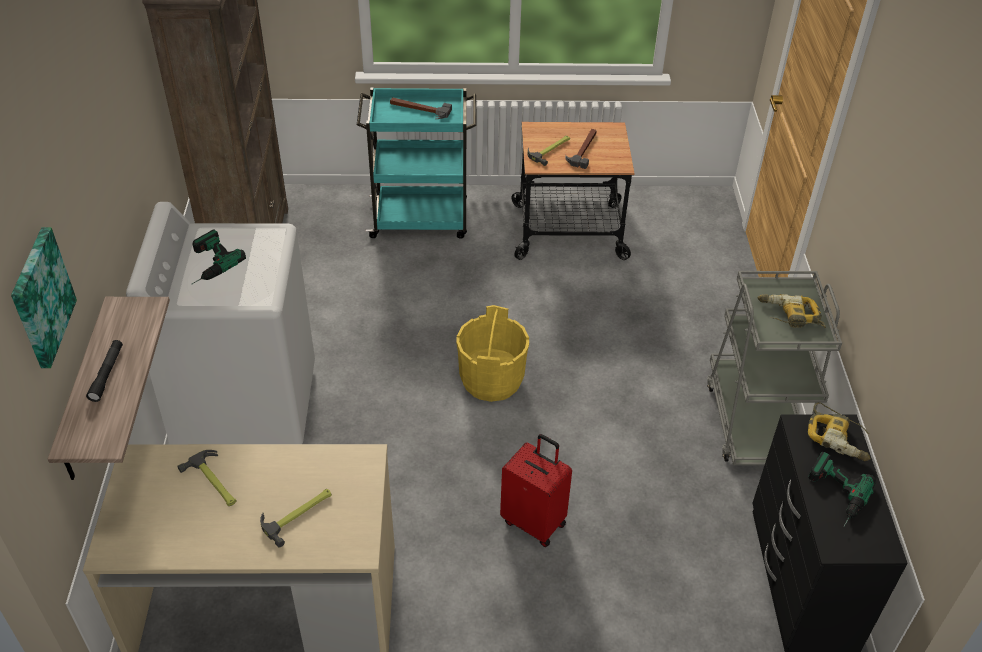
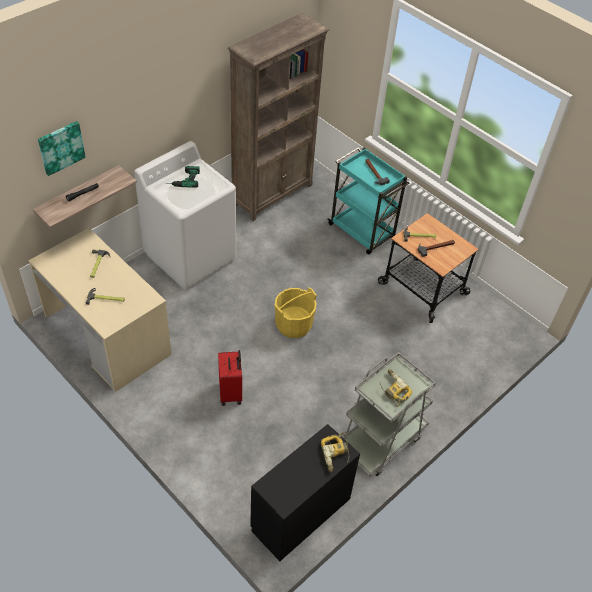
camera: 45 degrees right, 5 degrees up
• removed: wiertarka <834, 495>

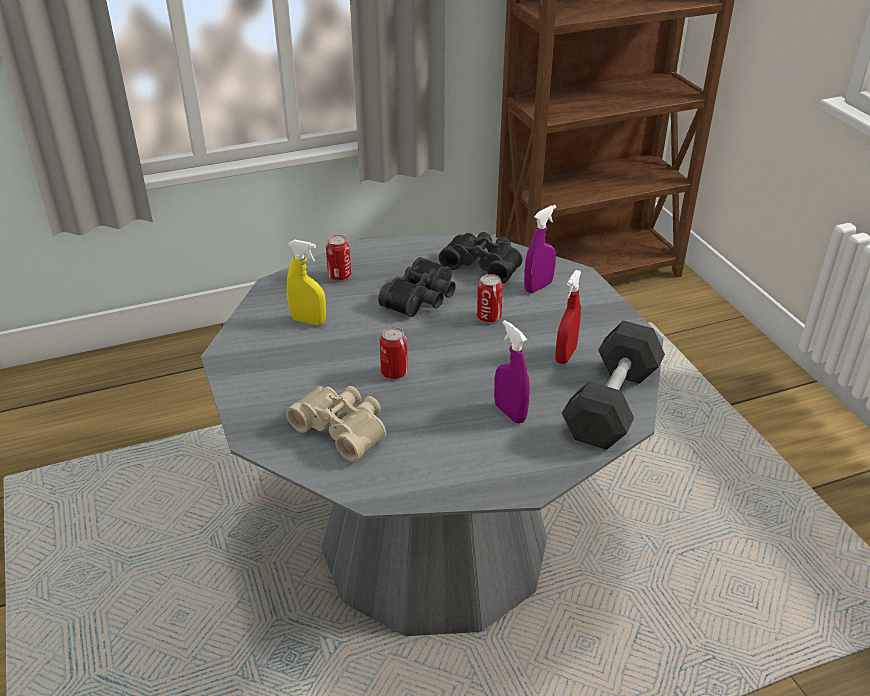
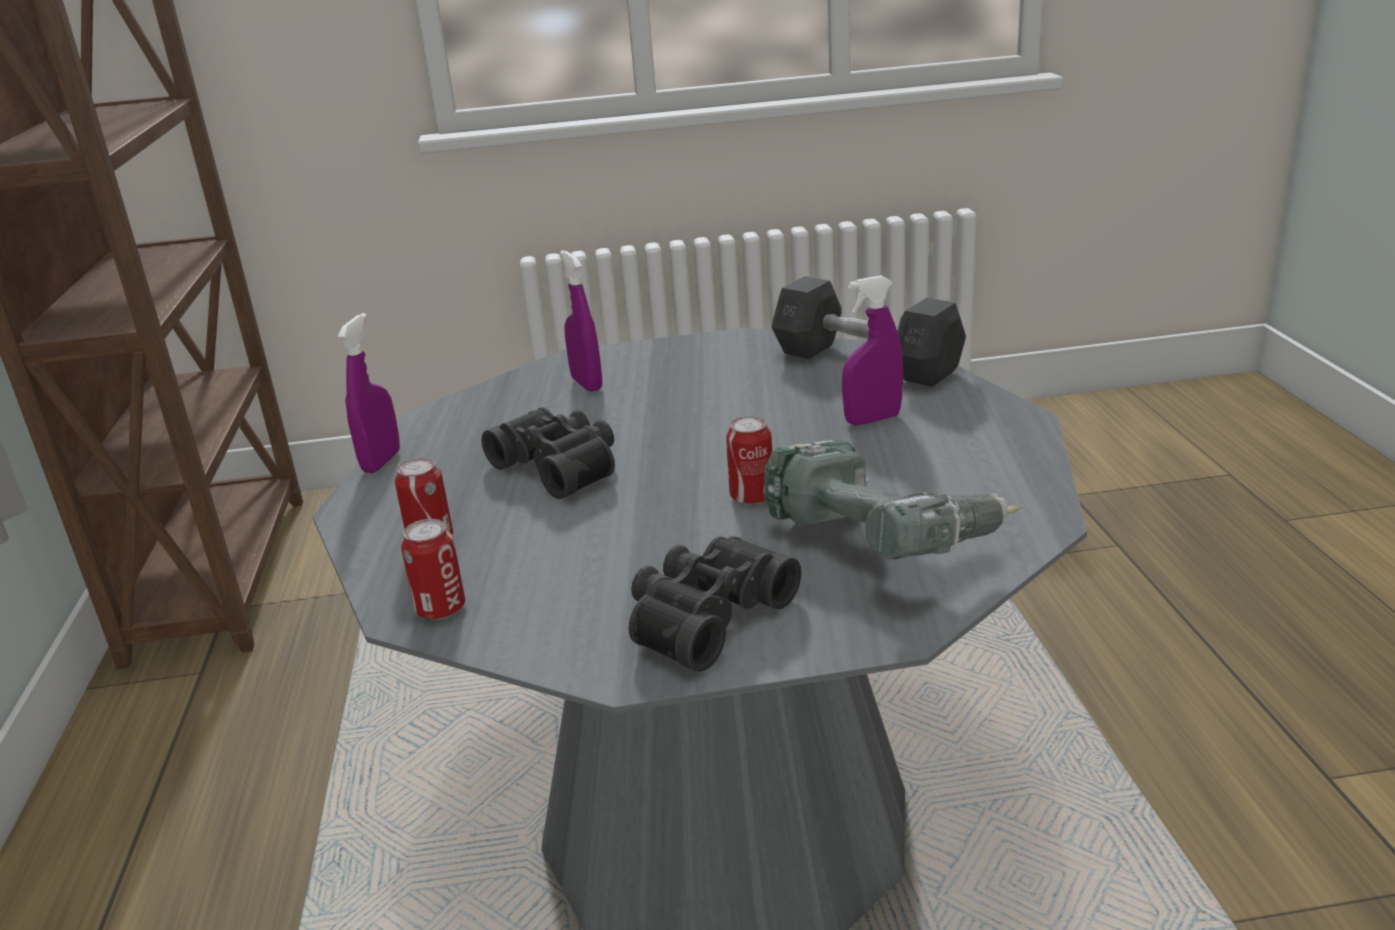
camera: 75 degrees left, 10 degrees down
• removed: spryskiwacz (żółty) <308, 321>
• removed: spryskiwacz (czerwony) <565, 355>
• added: spryskiwacz (fioletowy) <381, 462>
• moved: lornetka (czarny) <483, 264> to <704, 617>
• moved: puszka <489, 317> to <440, 608>
• replaced: lornetka (beżowy) <343, 428> to wiertarka <885, 542>

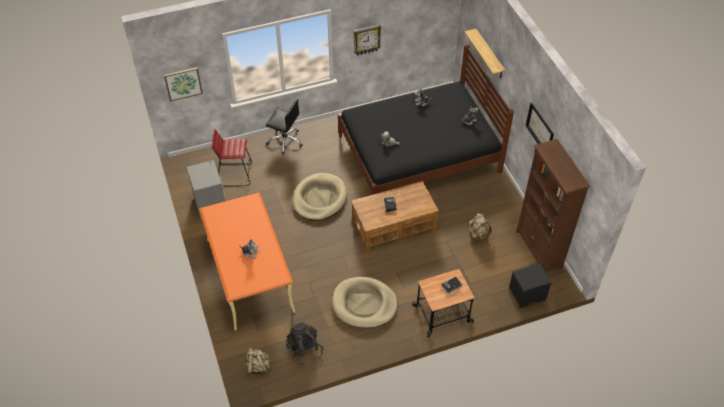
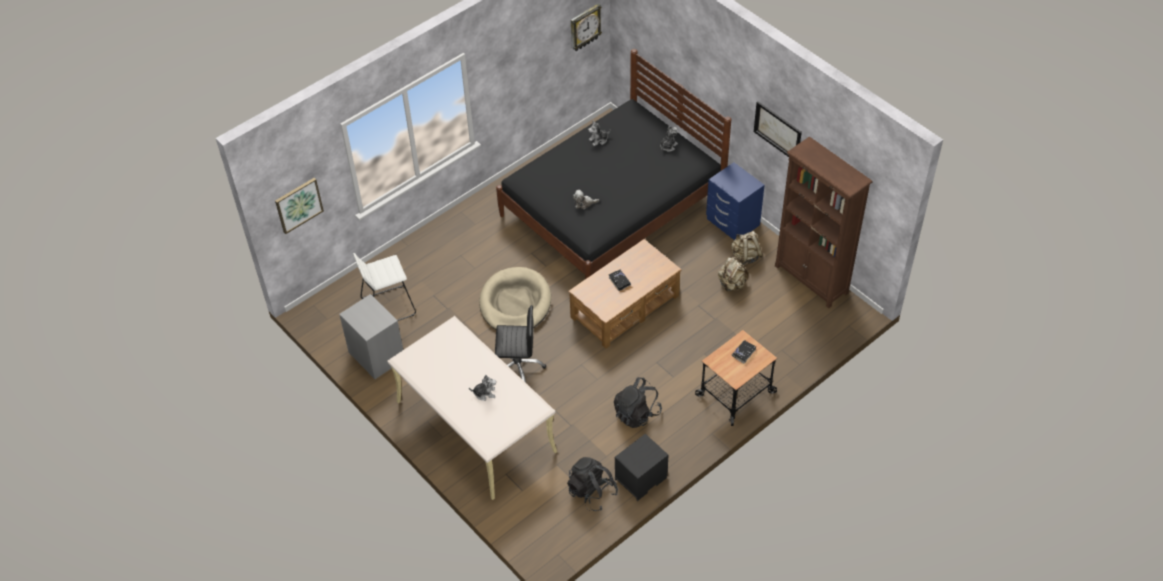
camera: 20 degrees left, 0 degrees up
• removed: półka <489, 54>
• added: szafka nocna (niebieski) <732, 222>
• moved: plecak (beżowy) <258, 367> to <745, 256>
• moved: krzesło biurowe (czarny) <285, 141> to <518, 367>
• moved: zegar ścienny <366, 39> to <584, 27>
• moved: szafka nocna (czarny) <526, 295> to <640, 480>
• replaced: legowisko (beżowy) <364, 304> to plecak (czarny) <637, 413>
• recoloured: biurko (pomarańczowy) <249, 274> to biurko (beżowy) <475, 426>
• recoloured: stołek (czerwony) <235, 174> to stołek (biały) <388, 306>

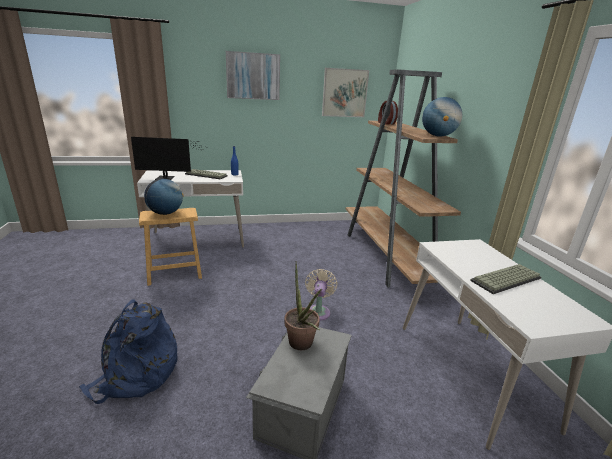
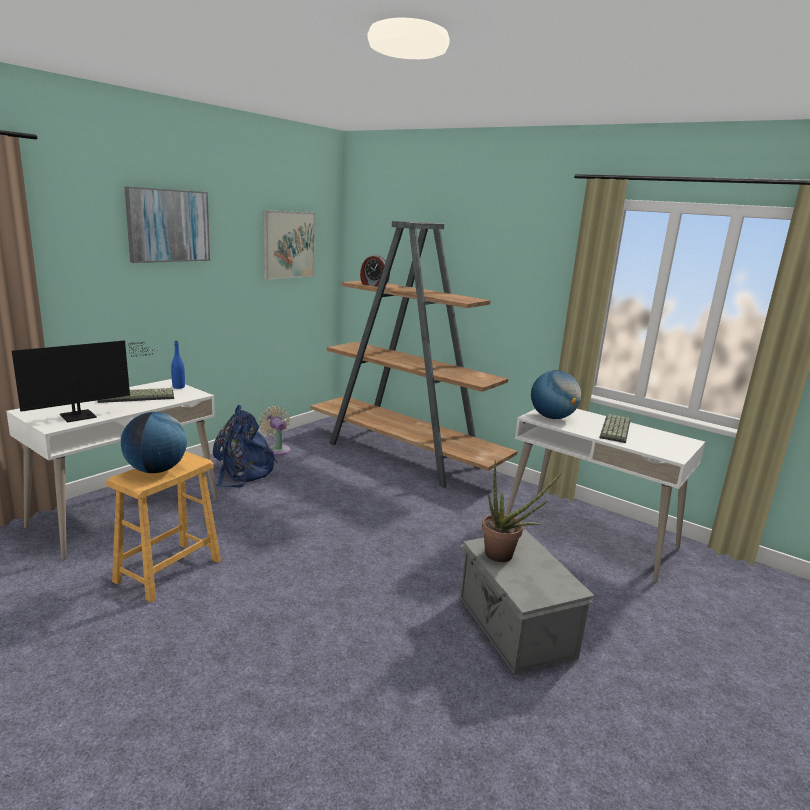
camera: 40 degrees left, 5 degrees down
• moved: plecak (niebieski) <136, 374> to <242, 472>
• moved: wentylator (beżowy) <318, 311> to <277, 449>
• moved: globus <438, 136> to <552, 417>

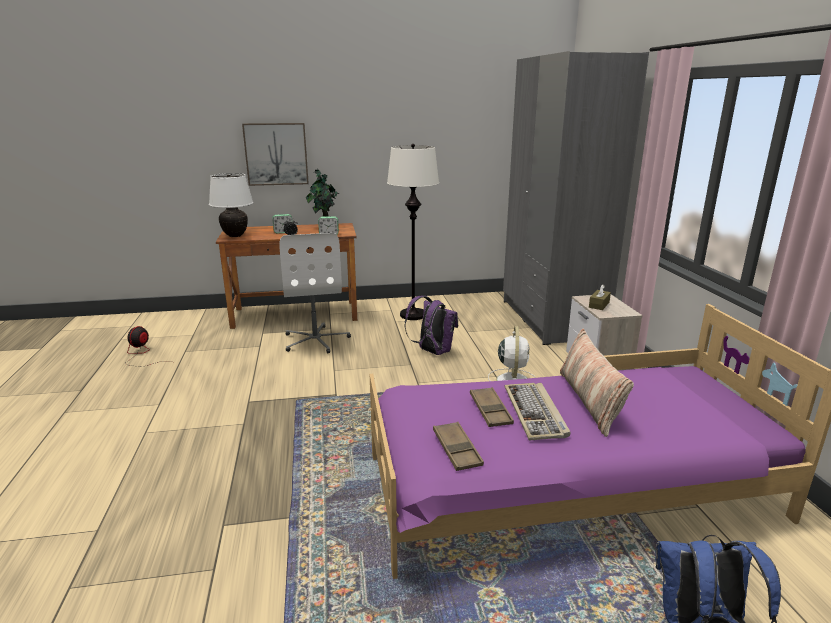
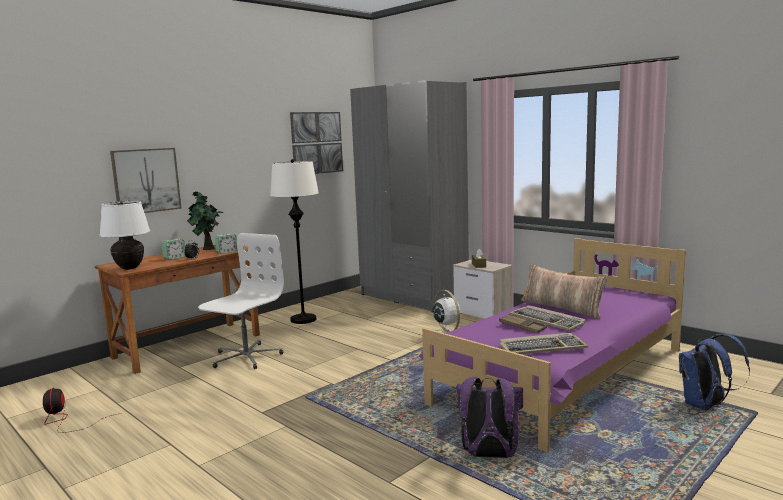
camera: 35 degrees left, 10 degrees down
• added: obraz <316, 143>
• moved: plecak (fioletowy) <432, 351> to <488, 455>
• replaced: taca (brązowy) <457, 450> to klawiatura <542, 347>
• turned: krzesło biurowe (biały) <316, 340> = <245, 357> 105 degrees counterclockwise

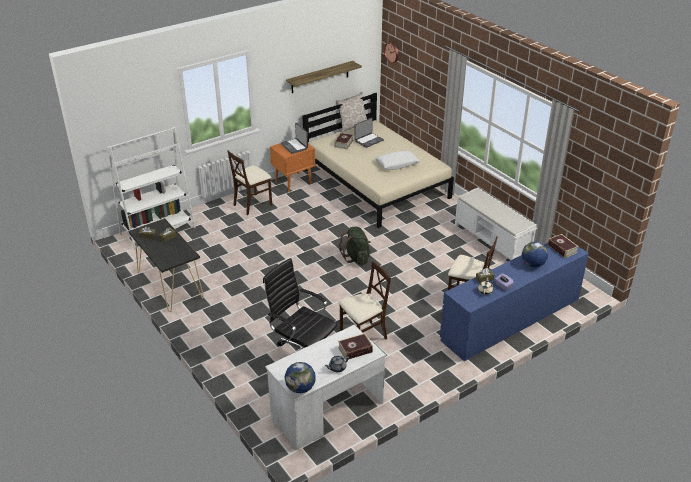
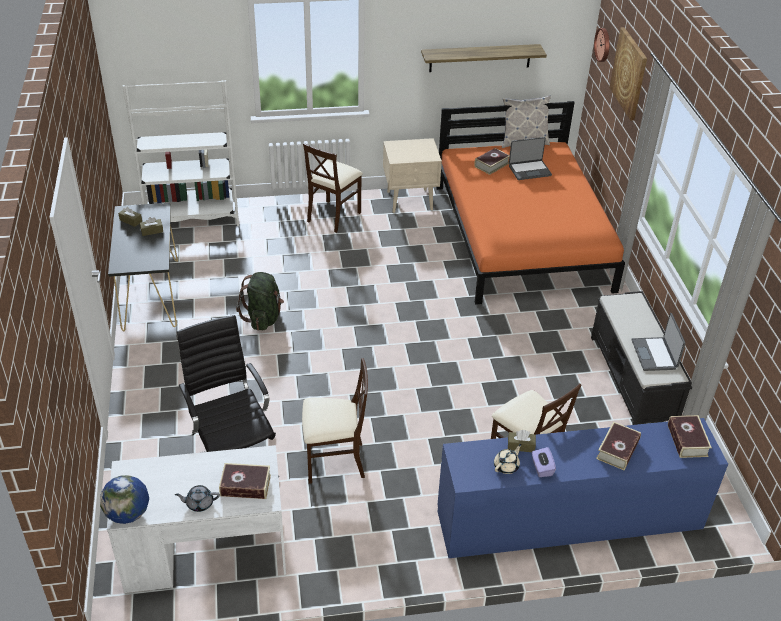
camera: 25 degrees right, 5 degrees up
• removed: poduszka (biały) <397, 164>
• added: obraz <629, 73>
• moved: laptop <294, 146> to <655, 355>
• moved: plecak (zielony) <356, 257> to <263, 318>
• replaced: globus <533, 264> to książka <617, 450>
• recoloured: szafka nocna (pomarańczowy) <294, 182> to szafka nocna (beżowy) <410, 200>
• recoloured: łóżko (beżowy) <376, 183> to łóżko (pomarańczowy) <521, 237>
• recoloured: ławka (biały) <492, 240> to ławka (czarny) <632, 380>
• turned: krzesło (beżowy) <252, 204> = <333, 216> 45 degrees counterclockwise

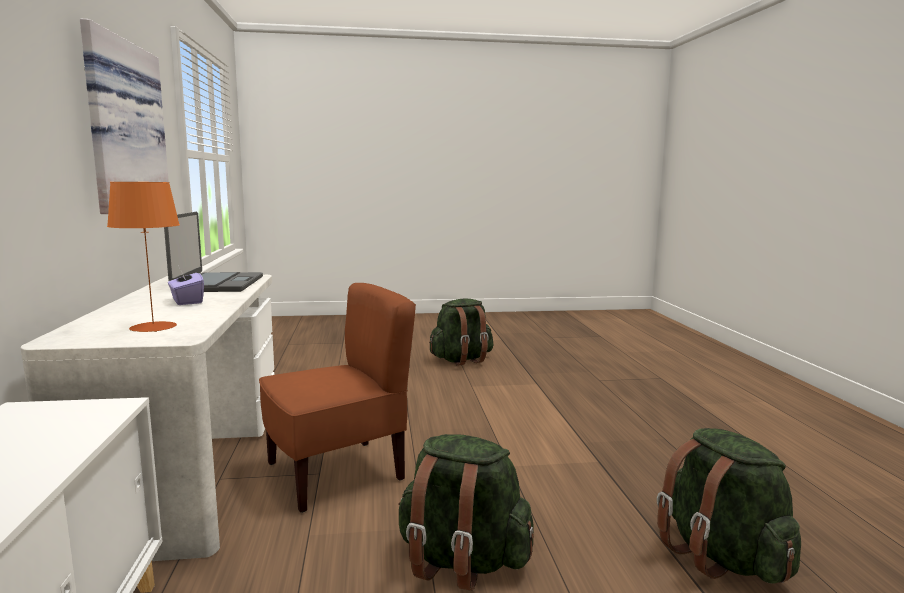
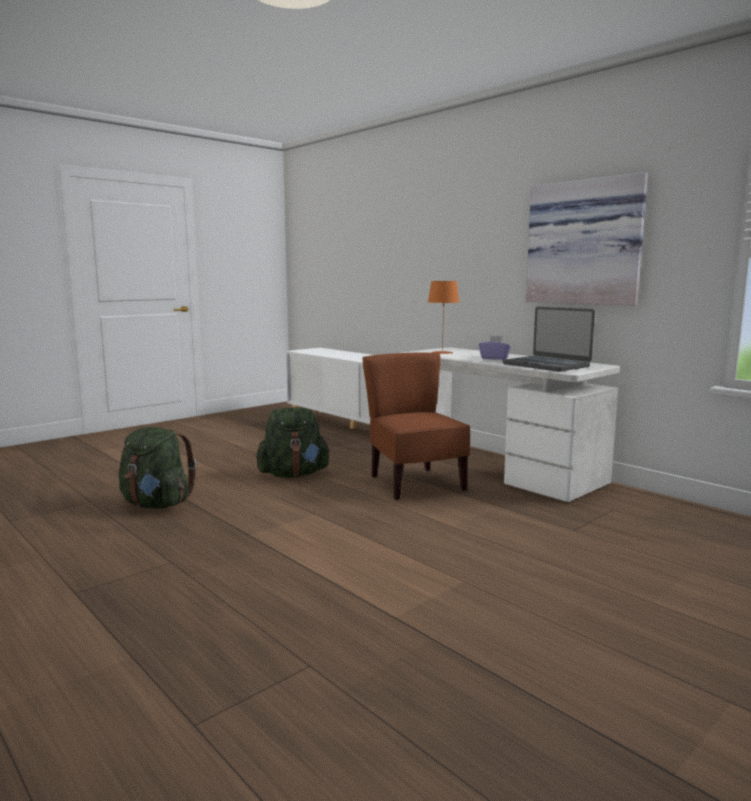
camera: 145 degrees right, 0 degrees up
• removed: plecak (zielony) <461, 360>
• turned: krzesło (brązowy) <336, 473> = <415, 483> 135 degrees clockwise

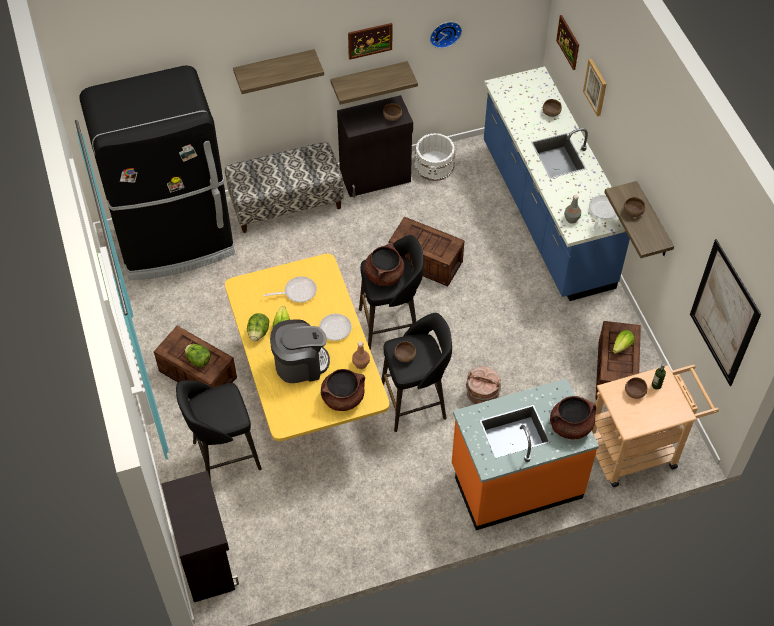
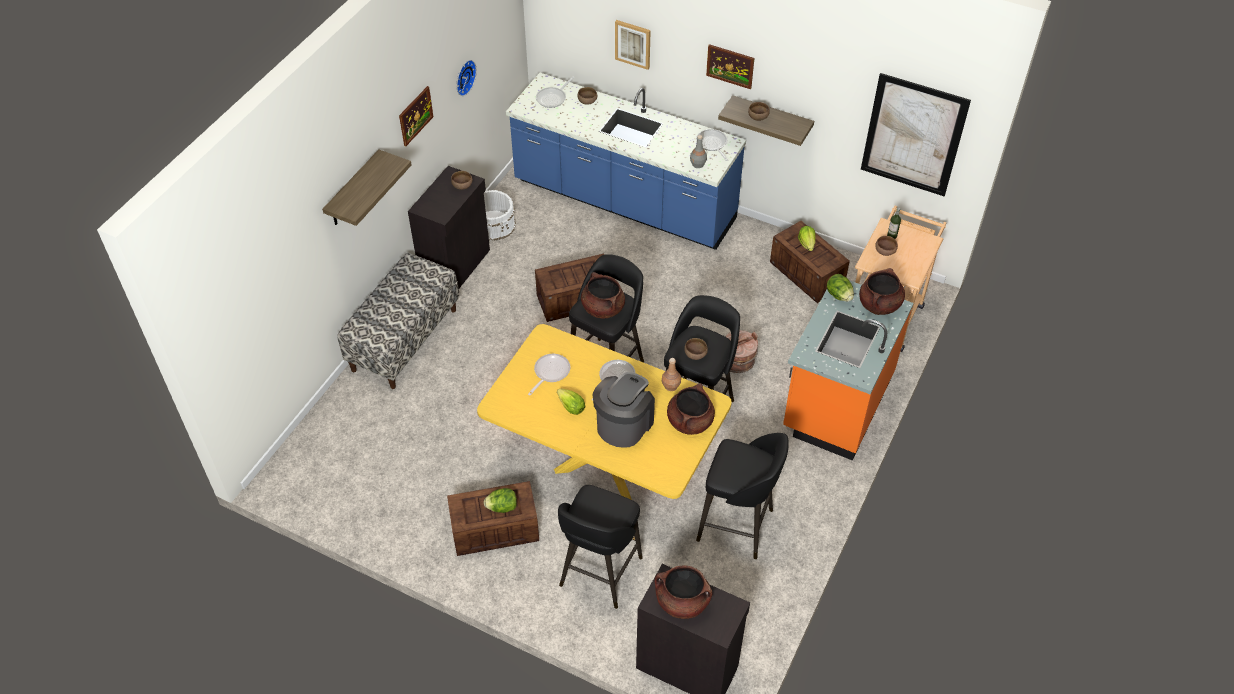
camera: 45 degrees left, 5 degrees down
• removed: lodówka (czarny) <176, 242>
• removed: półka <369, 79>
• added: patelnia <553, 98>
• added: garnek (brązowy) <682, 602>
• added: stołek (czarny) <737, 526>
• moved: sałata <258, 332> to <839, 295>
• moved: obraz <568, 42> to <730, 66>

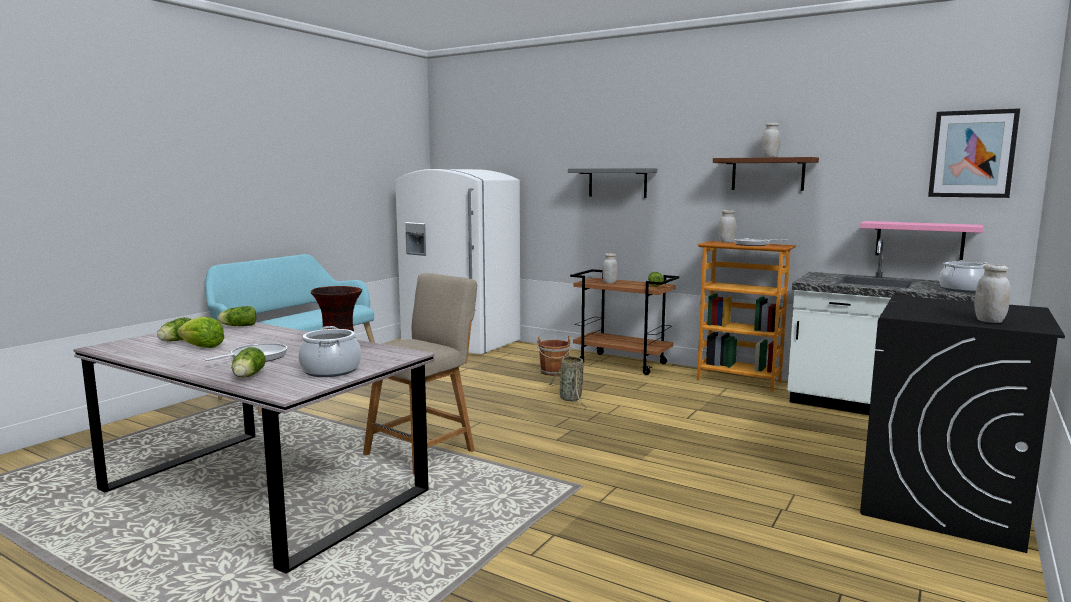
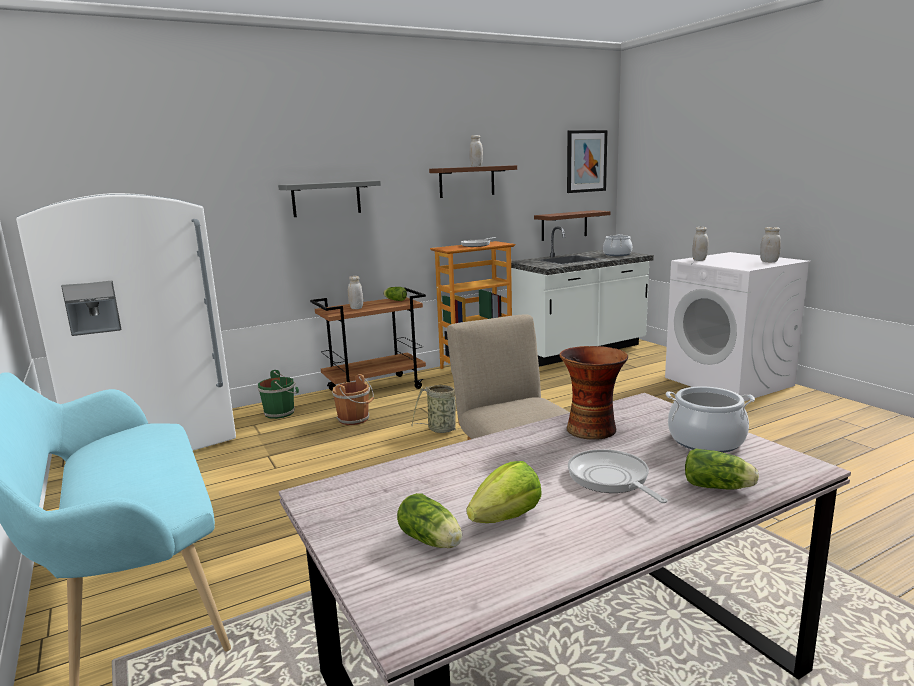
camera: 60 degrees left, 5 degrees up
• removed: sałata <237, 326>
• added: wiadro (zielony) <281, 412>
• moved: słoik (biały) <726, 242> to <699, 260>
• recoloured: półka (różowy) <919, 240> to półka (brązowy) <564, 225>
• recoloured: pralka (czarny) <942, 503> to pralka (biały) <729, 382>

